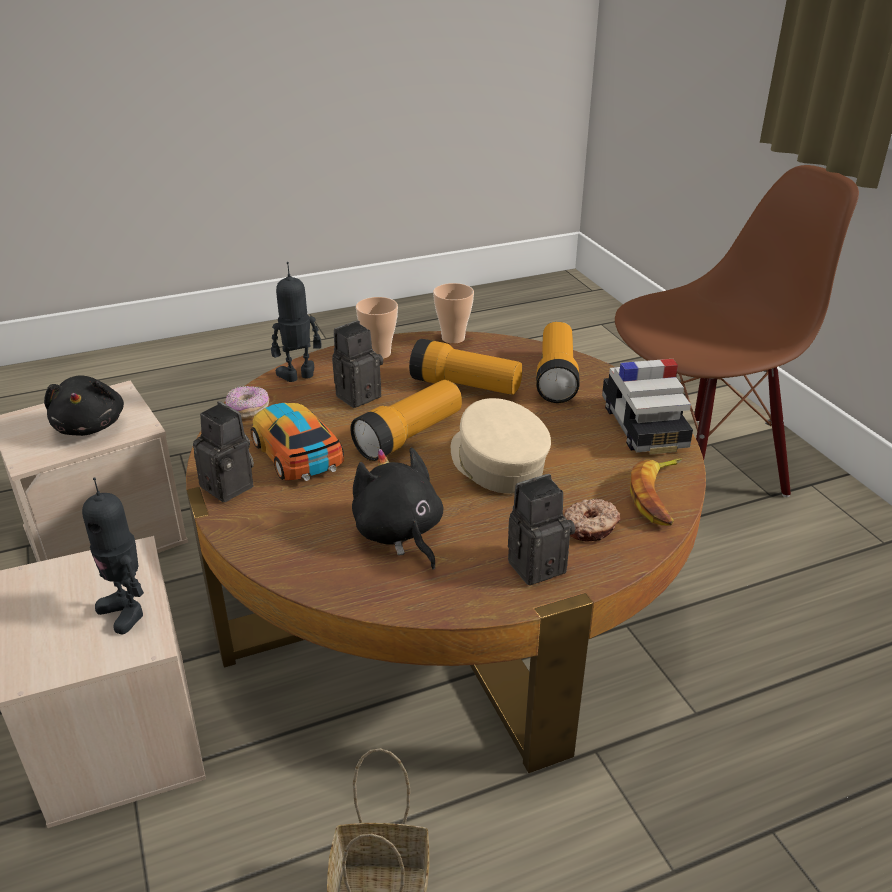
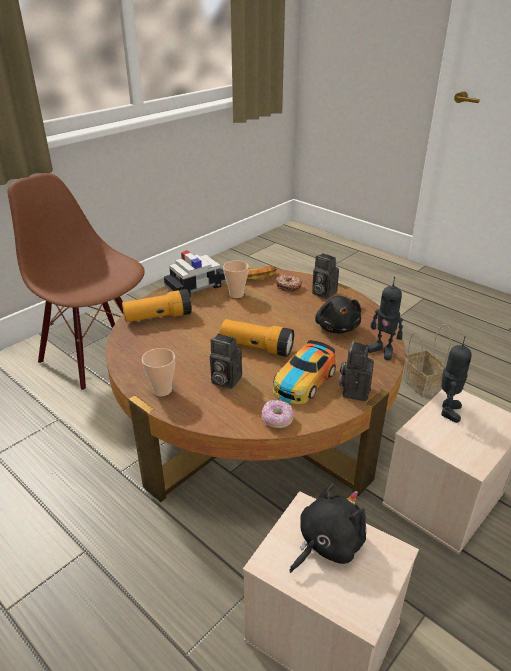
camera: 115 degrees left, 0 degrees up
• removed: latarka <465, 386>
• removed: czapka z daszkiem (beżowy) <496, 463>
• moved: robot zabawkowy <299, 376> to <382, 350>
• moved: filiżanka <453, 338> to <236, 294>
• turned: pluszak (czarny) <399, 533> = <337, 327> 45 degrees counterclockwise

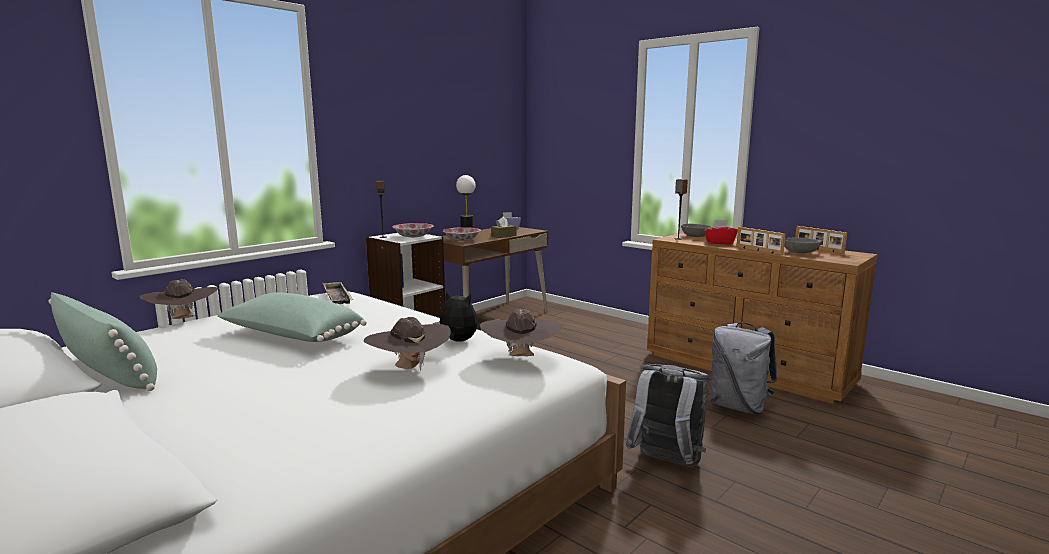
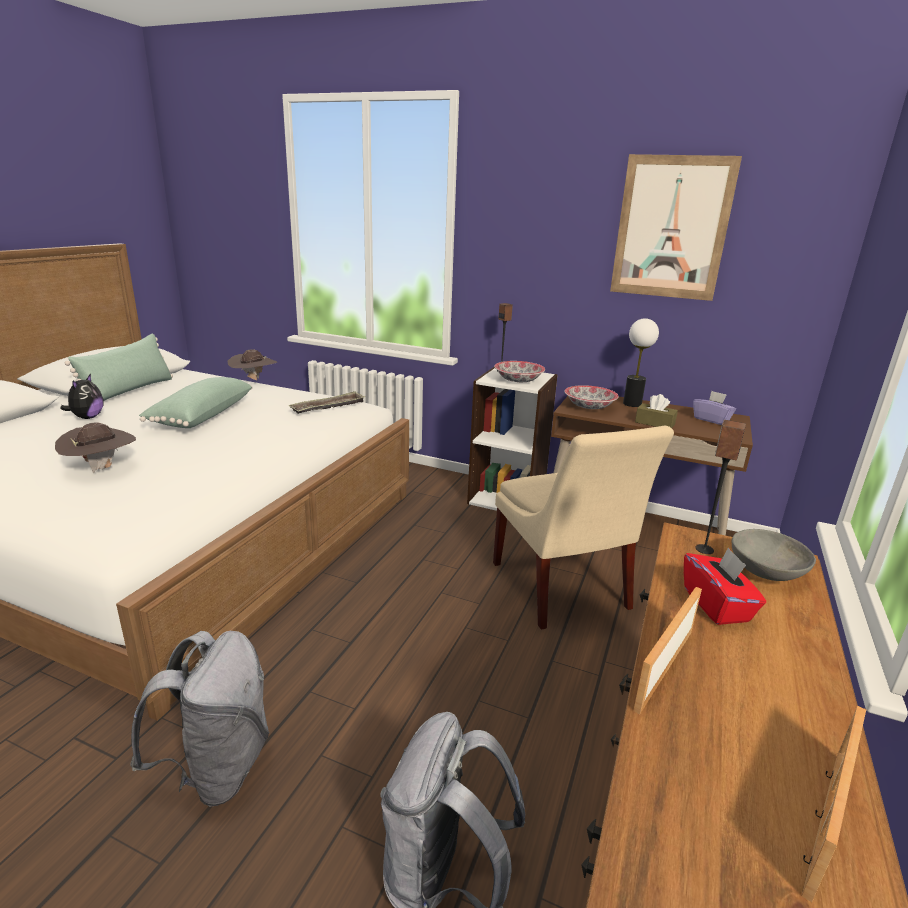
camera: 70 degrees right, 10 degrees up
• removed: kapelusz (brązowy) <521, 358>
• removed: miska (szary) <800, 252>
• added: krzesło (beżowy) <561, 589>
• added: obraz <671, 228>
• moved: pluszak <457, 341> to <87, 417>

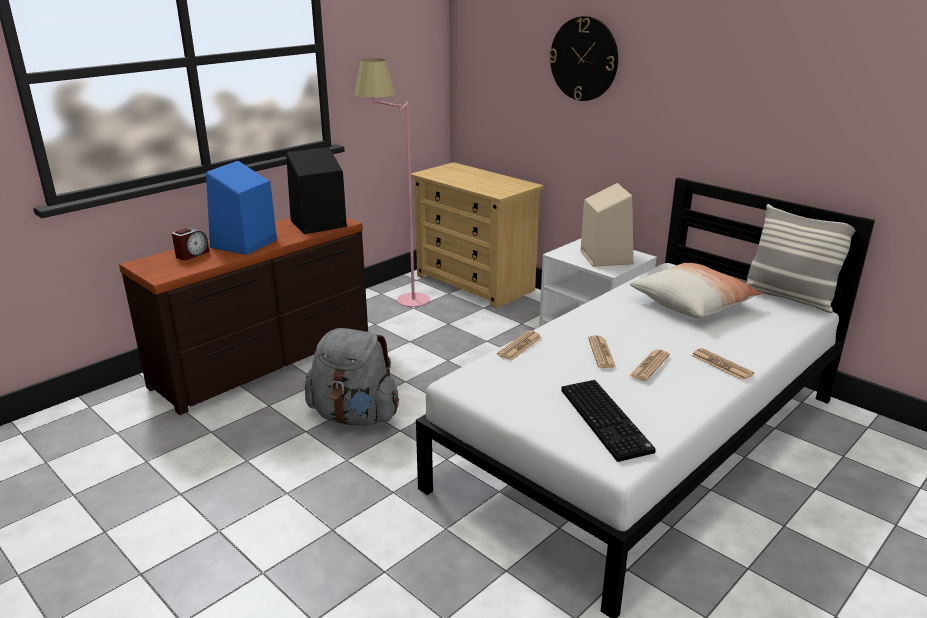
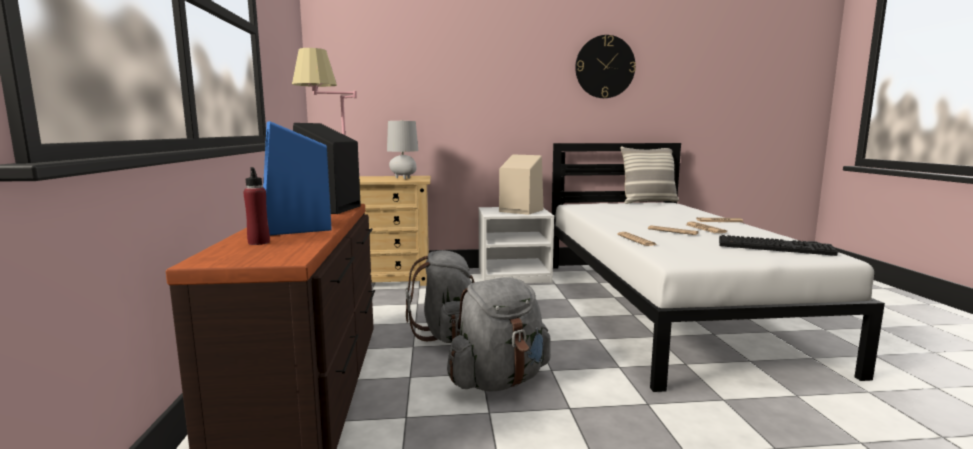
camera: 50 degrees left, 15 degrees down
• removed: poduszka <692, 304>
• added: lampa stołowa (szary) <403, 178>
• added: plecak (szary) <448, 334>
• moved: zegar ścienny <584, 59> to <605, 67>
• replaced: budzik <192, 254> to butelka (czerwony) <259, 242>

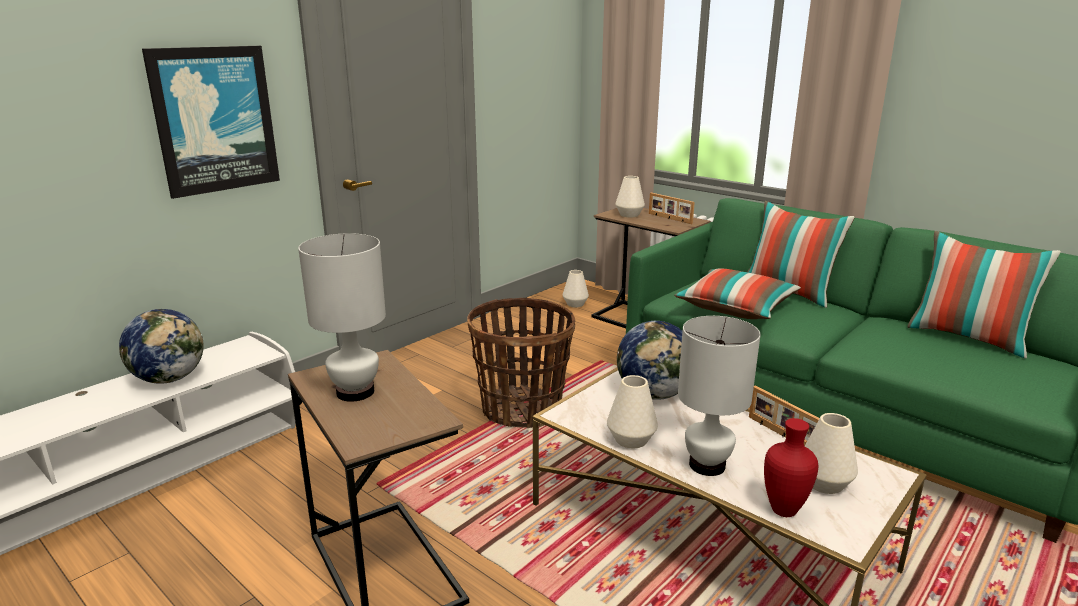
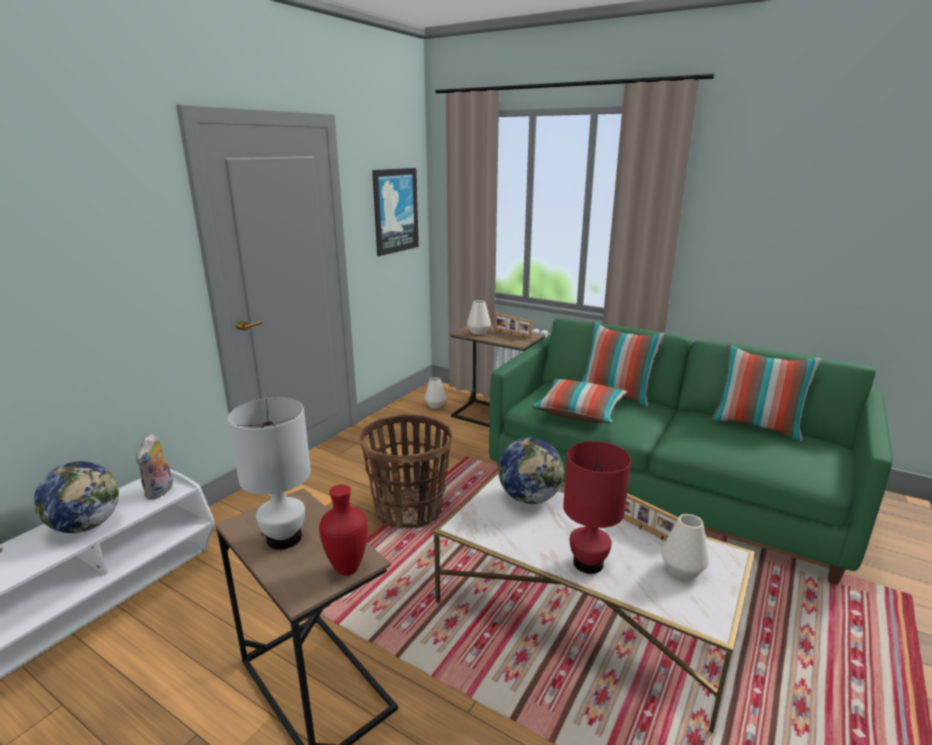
camera: 10 degrees left, 0 degrees up
• removed: wazon (biały) <631, 439>
• added: pluszak <160, 491>
• moved: obraz <215, 120> to <395, 211>
• moved: wazon (czerwony) <785, 510> to <349, 568>
• recoloured: lampa stołowa (biały) <707, 466> to lampa stołowa (czerwony) <588, 564>

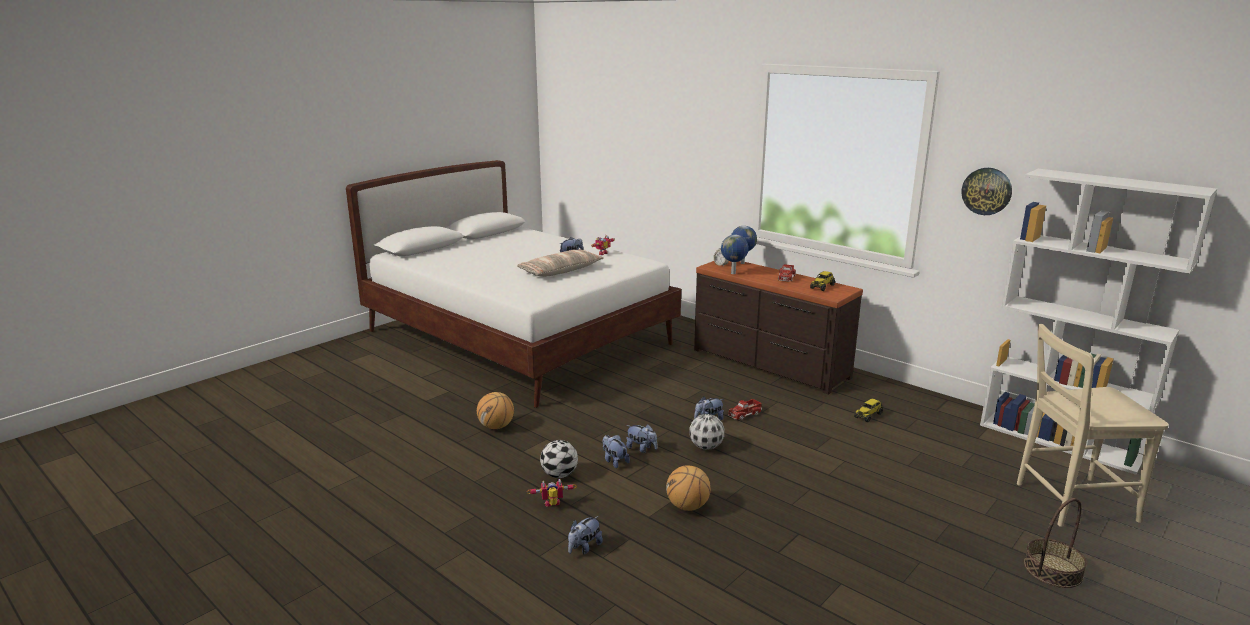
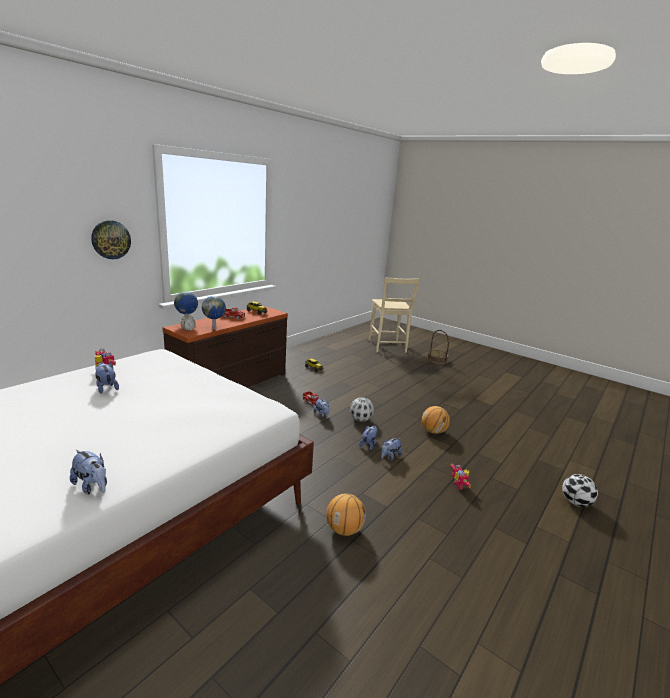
camera: 95 degrees left, 0 degrees up
• removed: poduszka <560, 271>
• removed: regał (biały) <1060, 441>
• moved: piłka futbolowa <559, 475> to <575, 503>
• moved: pluszak <584, 548> to <92, 486>
• moved: zegar ścienny <986, 191> to <111, 239>

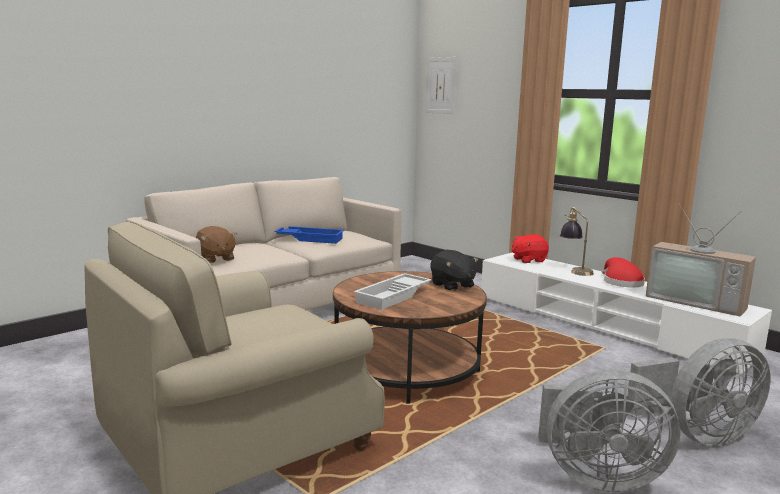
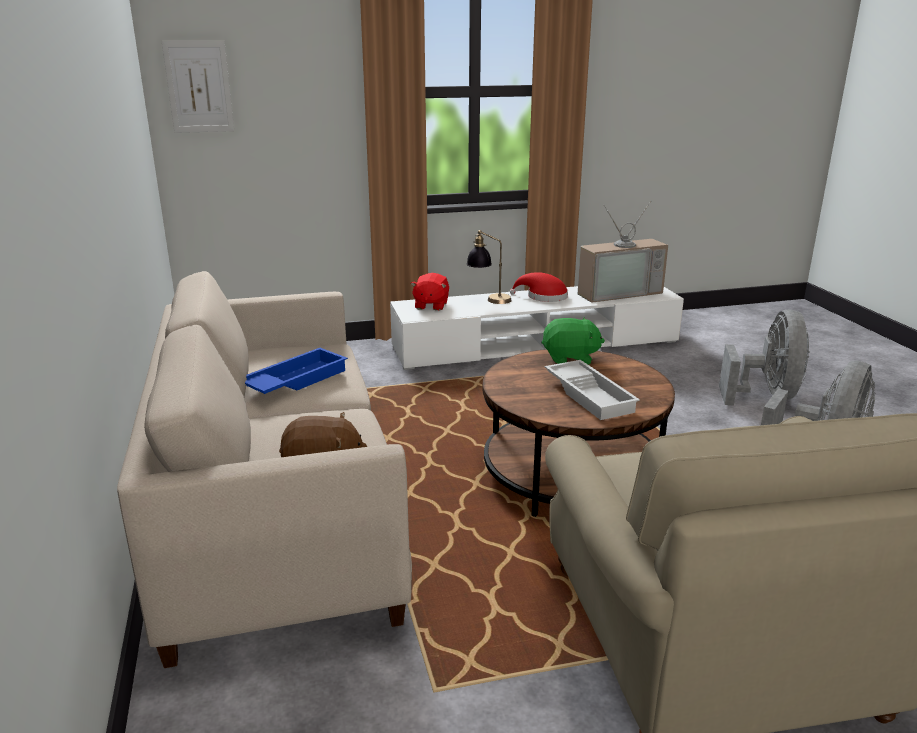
camera: 60 degrees left, 10 degrees up
• recoloured: pluszak (czarny) <452, 285> to pluszak (zielony) <570, 358>

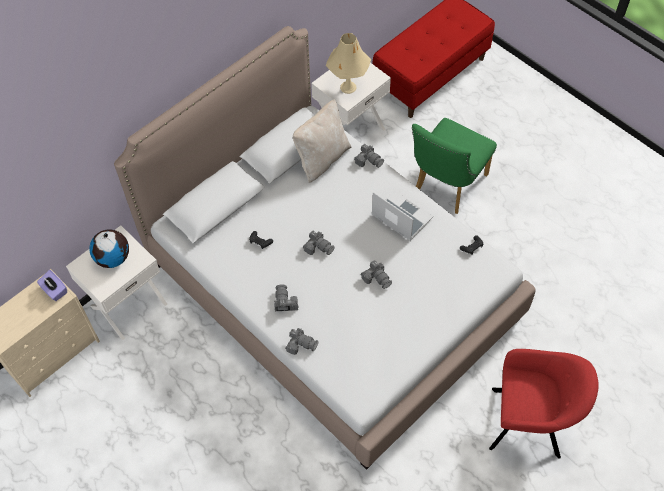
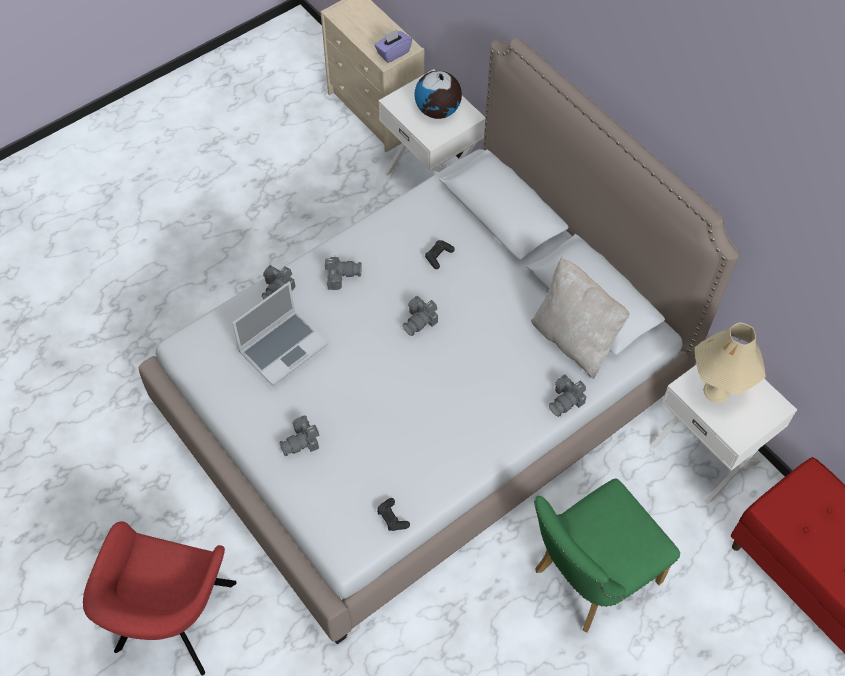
camera: 95 degrees right, 0 degrees up
• moved: aparat fotograficzny <377, 278> to <302, 442>
• moved: laptop <400, 217> to <283, 347>
• turned: krzesło (zielony) <446, 186> = <588, 579> 75 degrees counterclockwise

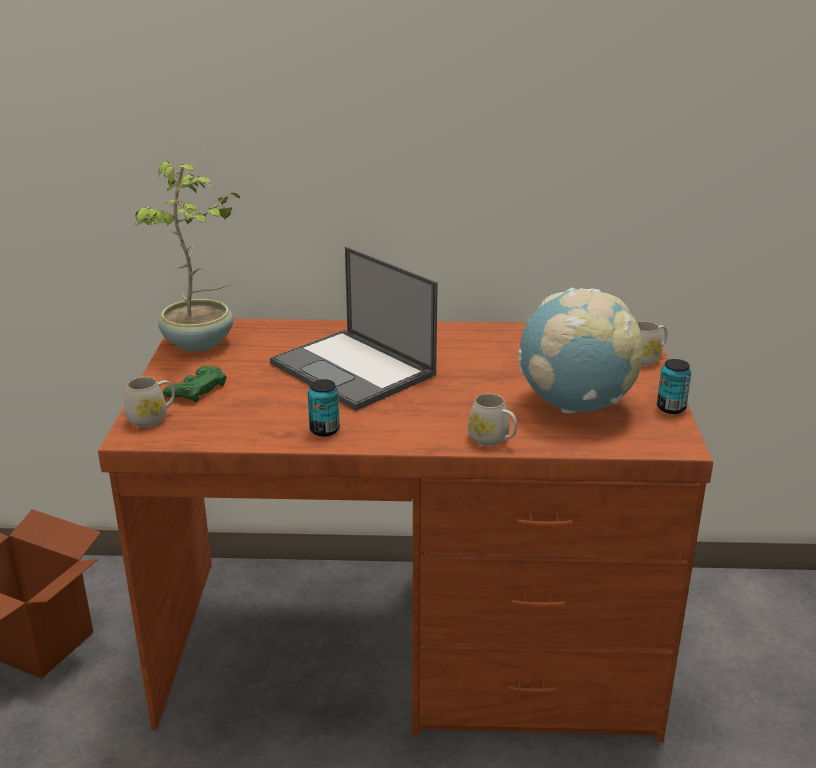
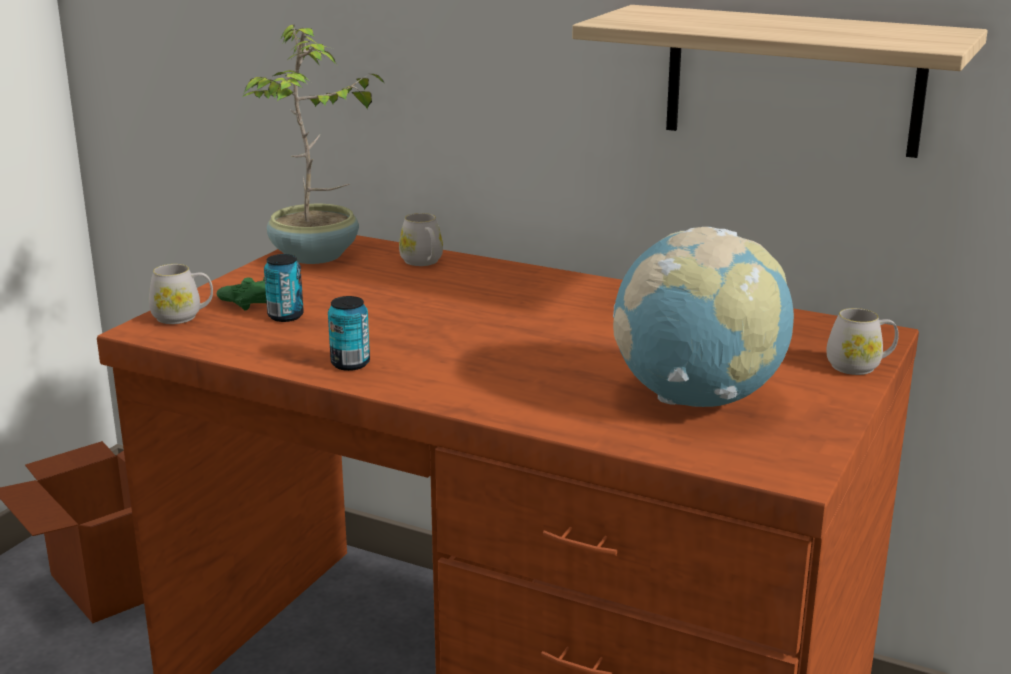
camera: 25 degrees right, 5 degrees down
• removed: laptop <354, 370>
• added: półka <792, 80>
• moved: kubek (biały) <492, 440> to <423, 262>
• moved: puszka <671, 408> to <285, 316>

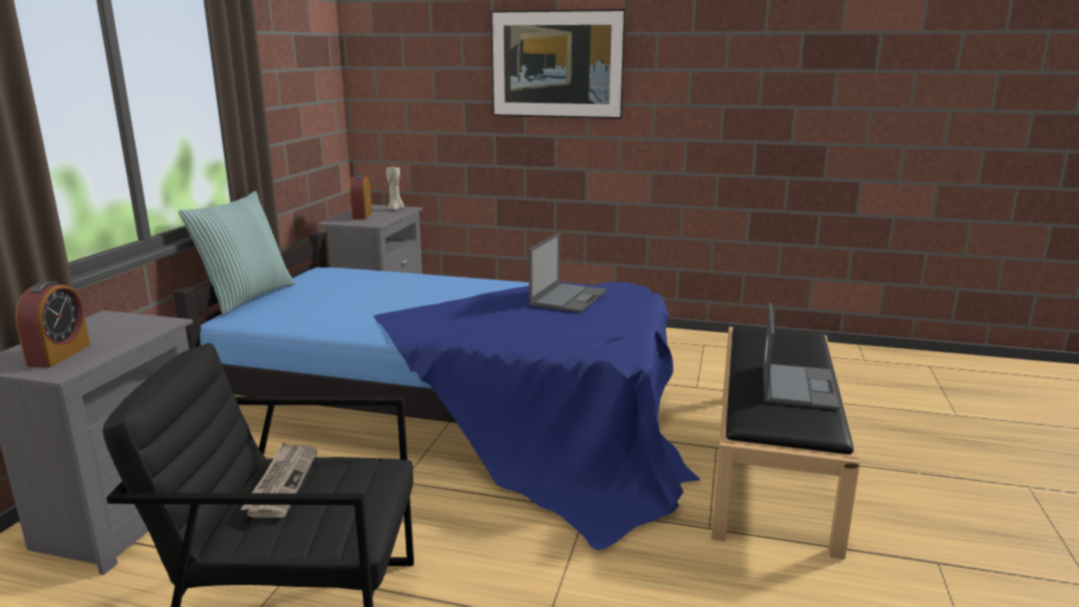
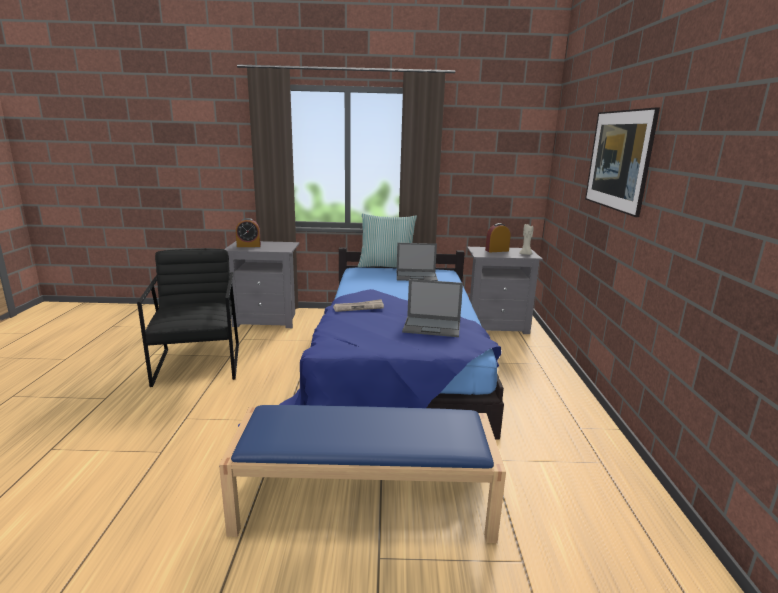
camera: 75 degrees right, 0 degrees up
• moved: gazeta <282, 482> to <359, 307>
• moved: laptop <797, 385> to <417, 276>
• recoloured: ławka (czarny) <771, 462> to ławka (niebieski) <366, 502>

